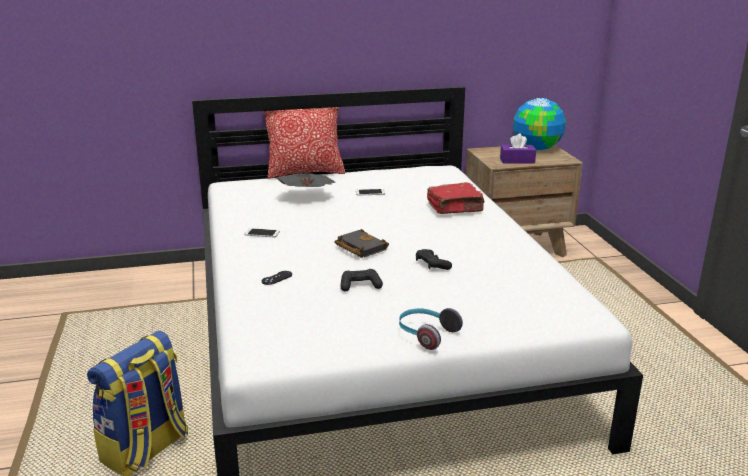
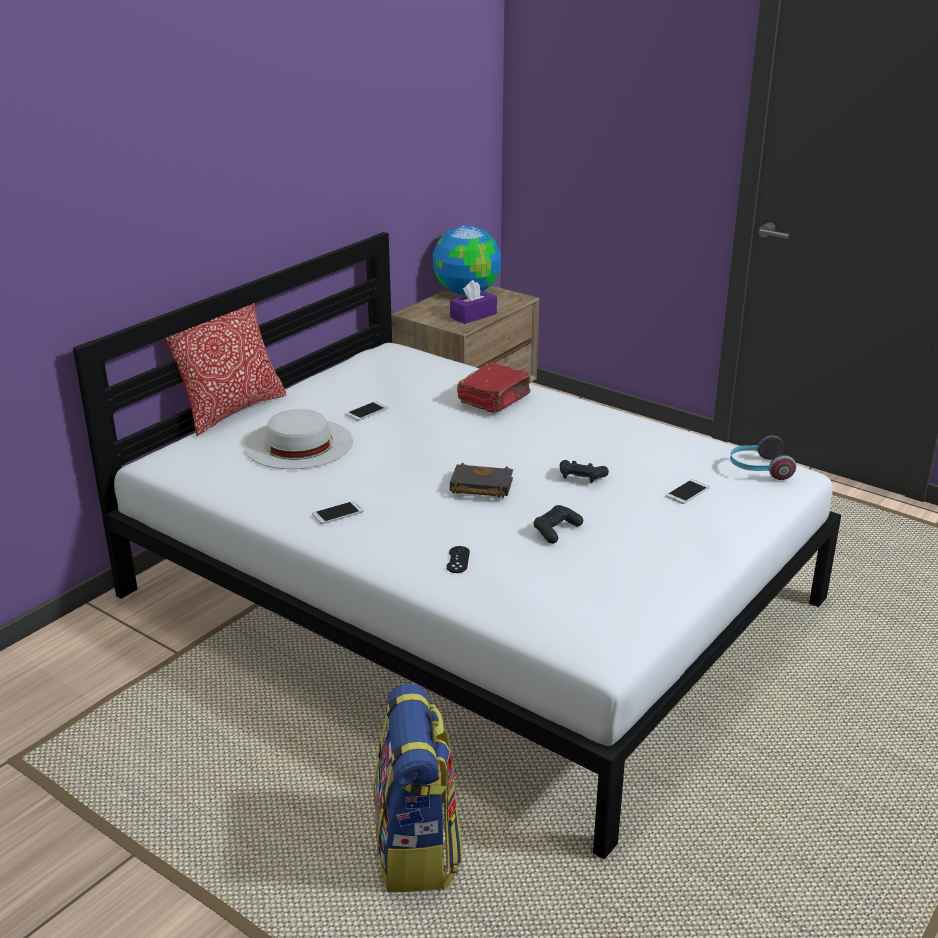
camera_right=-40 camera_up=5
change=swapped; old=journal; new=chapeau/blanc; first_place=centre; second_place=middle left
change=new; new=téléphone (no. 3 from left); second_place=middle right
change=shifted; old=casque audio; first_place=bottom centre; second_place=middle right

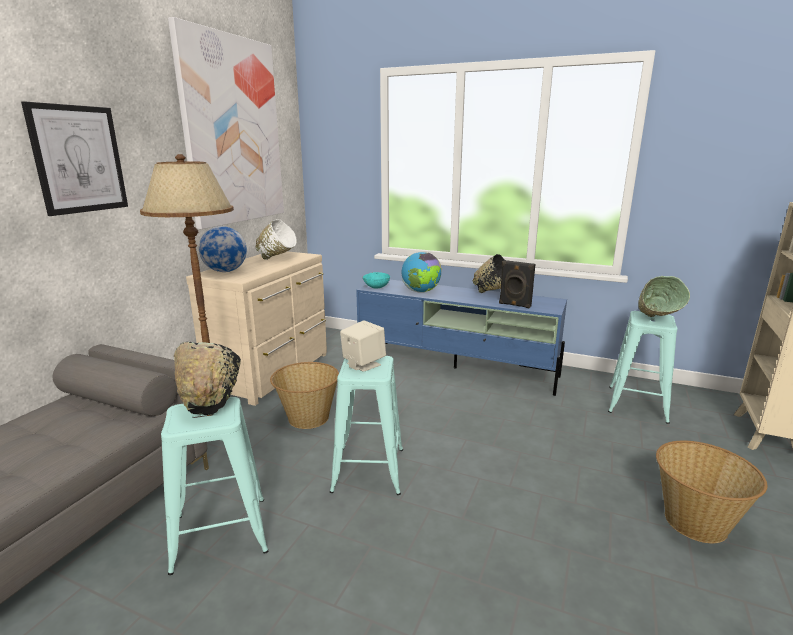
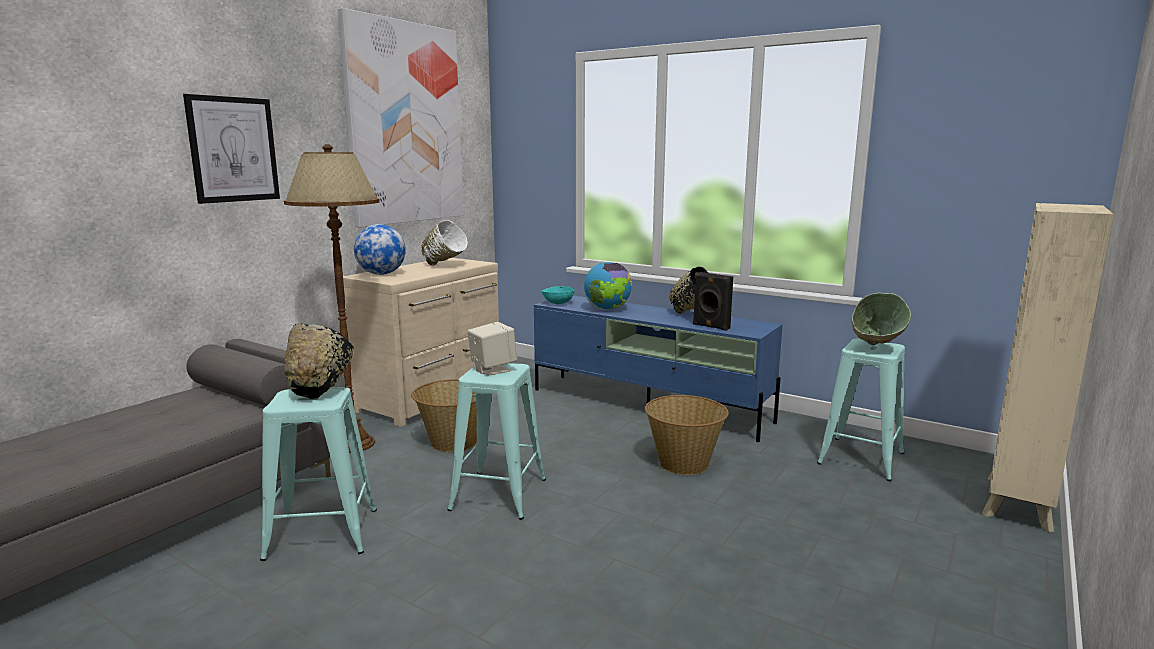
camera_right=10 camera_up=-5
change=shifted; old=panier (no. 2 from left); first_place=bottom right; second_place=bottom centre

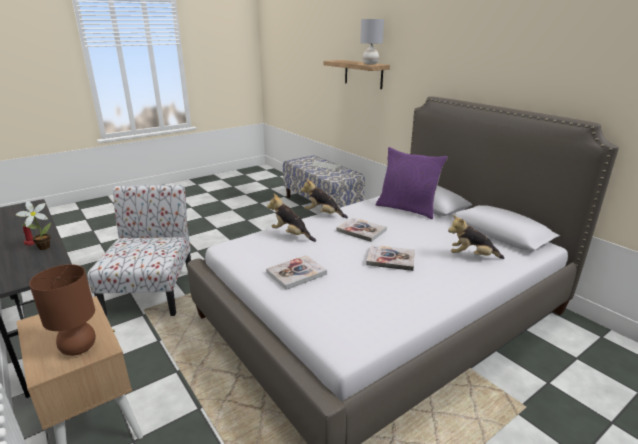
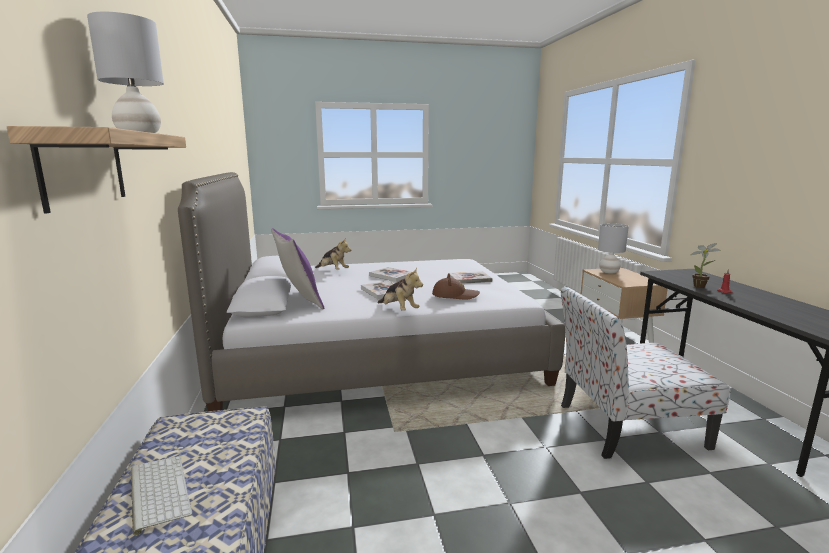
camera_right=-155 camera_up=-10
change=swapped; old=peluche (no. 1 from left); new=chapeau/marron; first_place=centre; second_place=centre
change=rotated; old=chaise; first_place=middle left; second_place=bottom right; degrees=60
change=repainted; old=lampe de table/marron; new=lampe de table/gris (no. 2 from left); first_place=bottom left; second_place=middle right

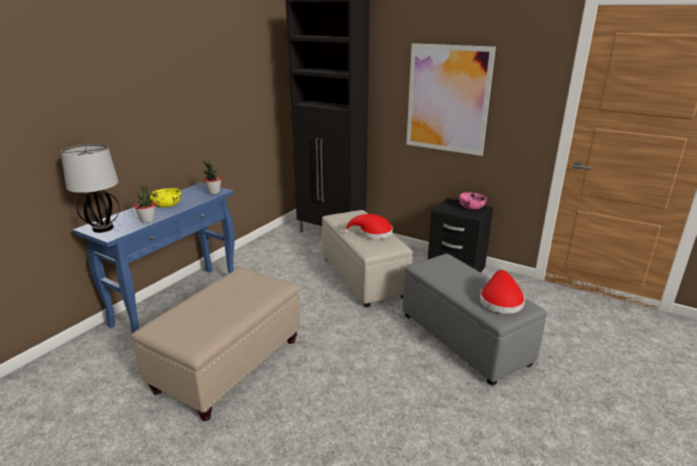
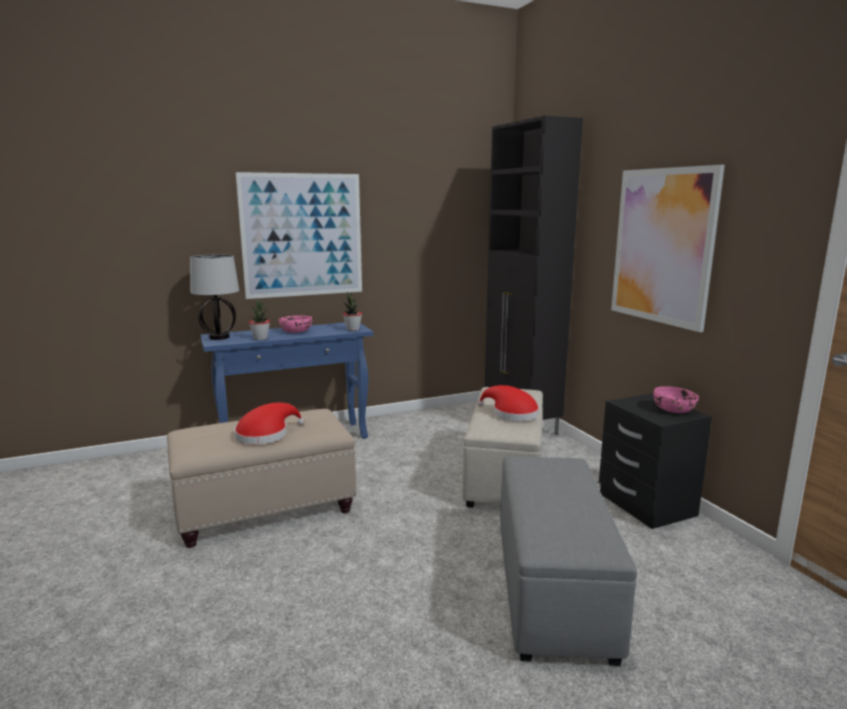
camera_right=35 camera_up=-10
change=shifted; old=chapeau/rouge (no. 2 from left in the first image); new=chapeau/rouge (no. 1 from left); first_place=middle right; second_place=middle left
change=new; new=tableau (no. 1 from left); second_place=top centre
change=repainted; old=bol/jaune; new=bol/rose (no. 1 from left); first_place=middle left; second_place=centre

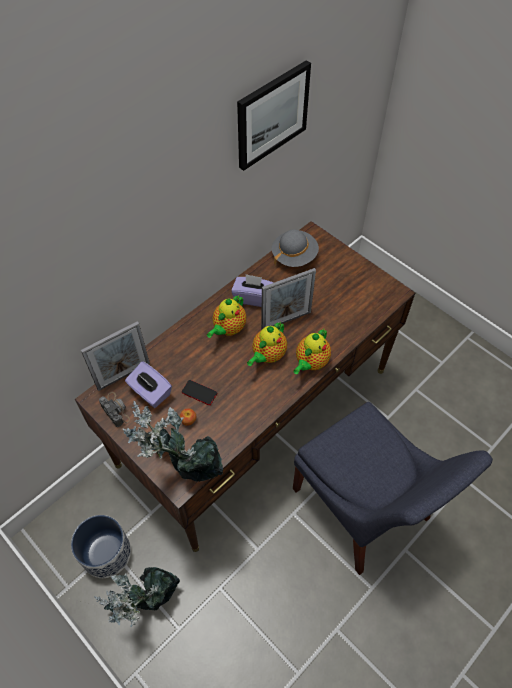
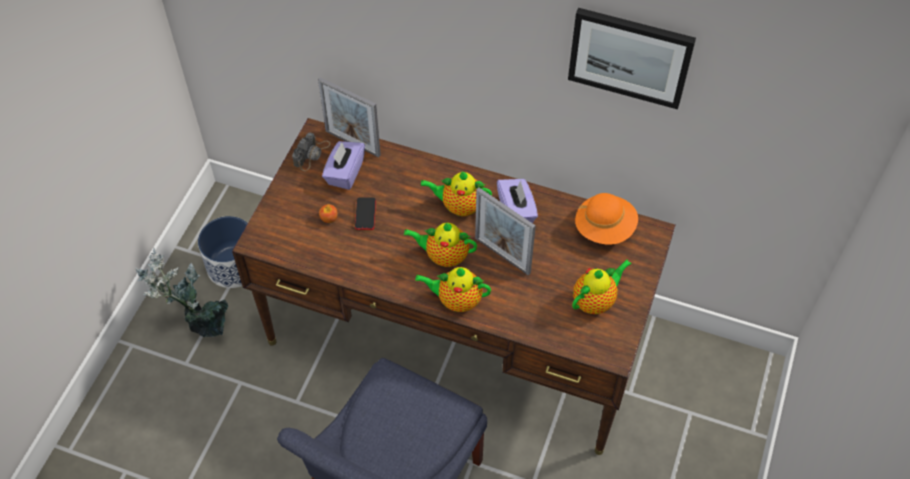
camera_right=65 camera_up=0
change=new; new=théière (no. 4 from left); second_place=centre
change=repainted; old=chapeau/gris; new=chapeau/orange; first_place=centre; second_place=centre
change=gone; old=plante en pot (no. 2 from left); first_place=centre

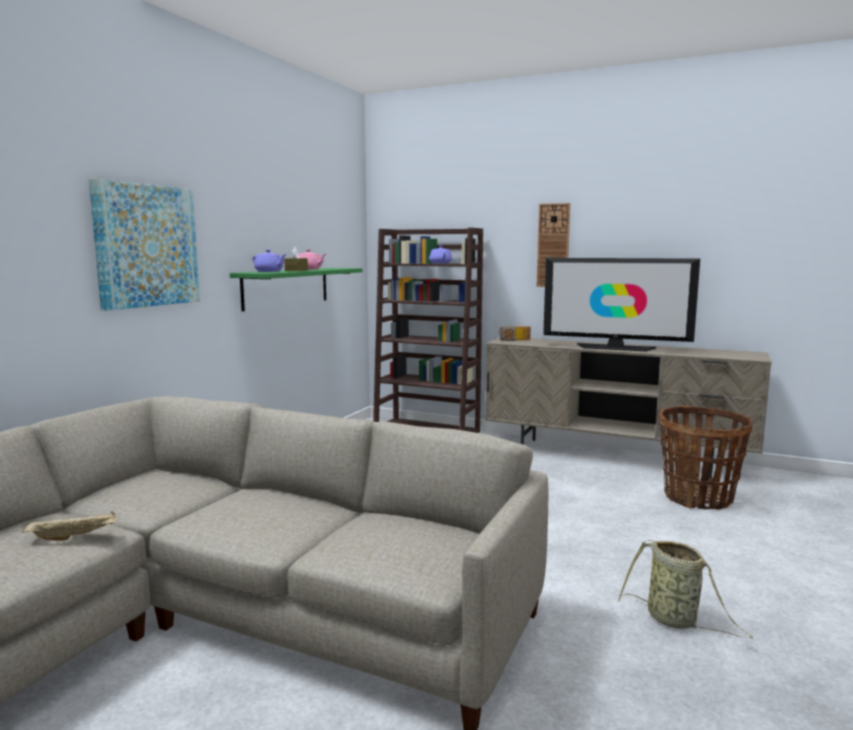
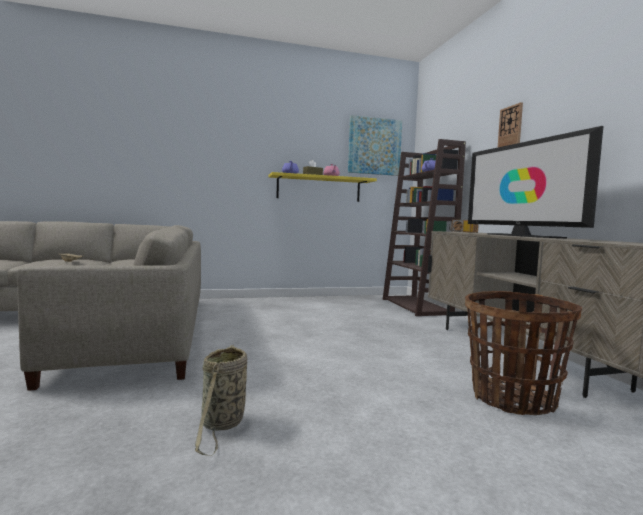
camera_right=50 camera_up=-5
change=repainted; old=étagère/vert; new=étagère/jaune; first_place=centre; second_place=centre
change=shifted; old=tableau; first_place=middle left; second_place=top centre

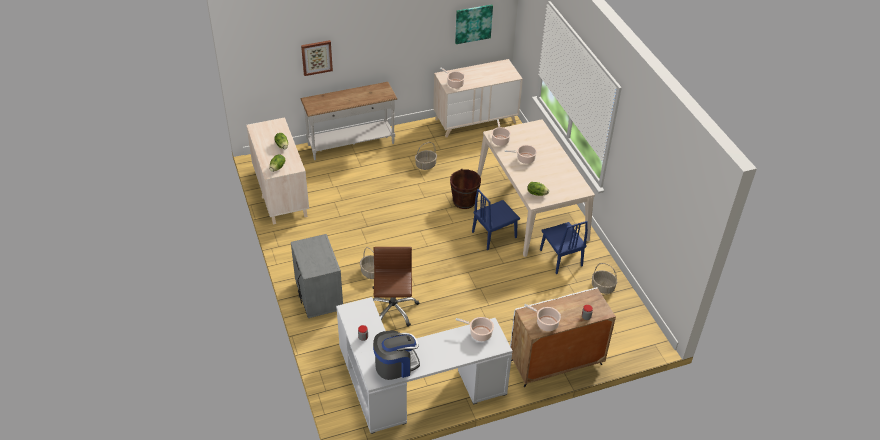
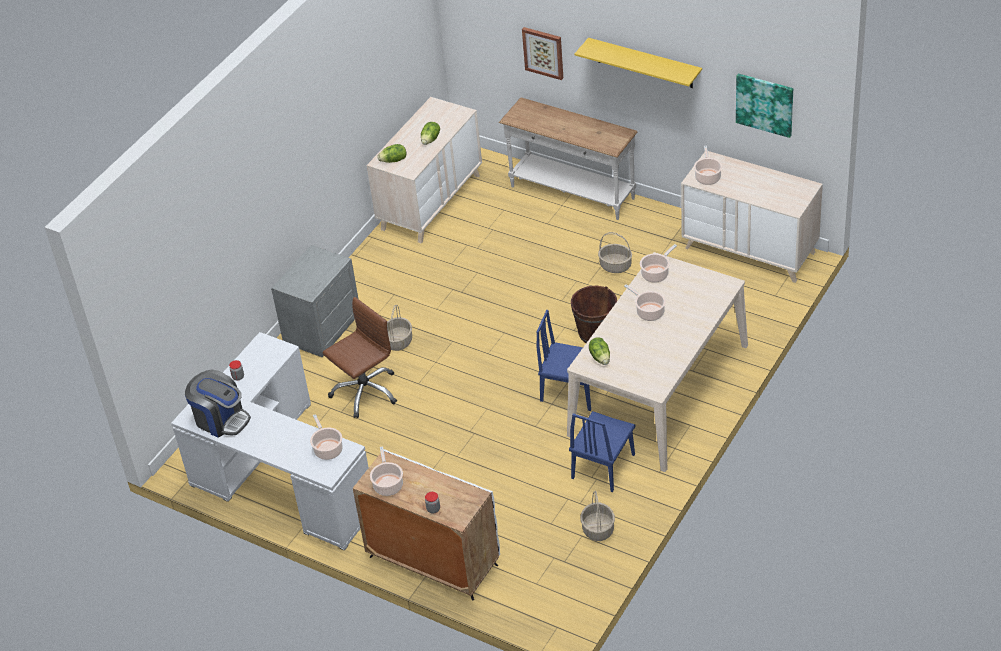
camera_right=55 camera_up=0
change=new; new=étagère/jaune; second_place=top centre

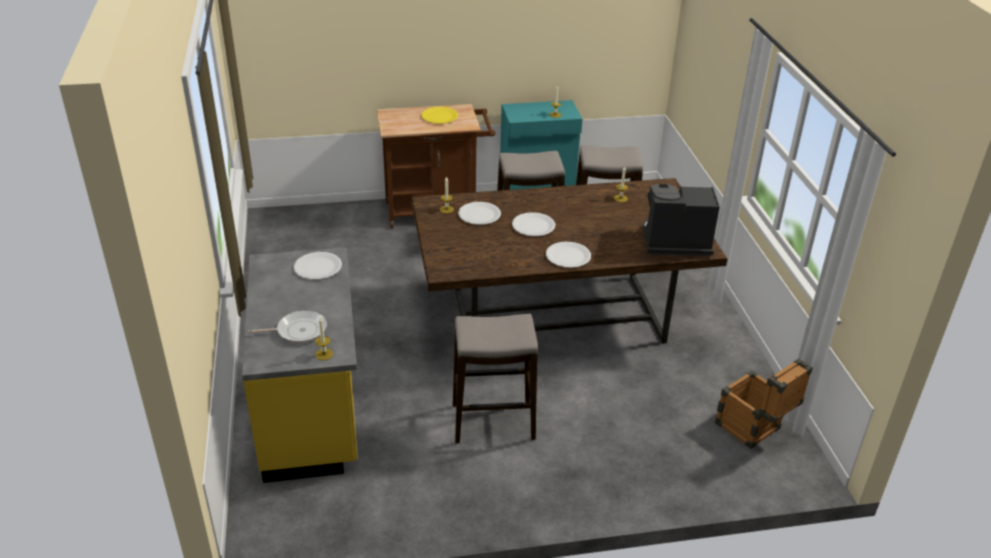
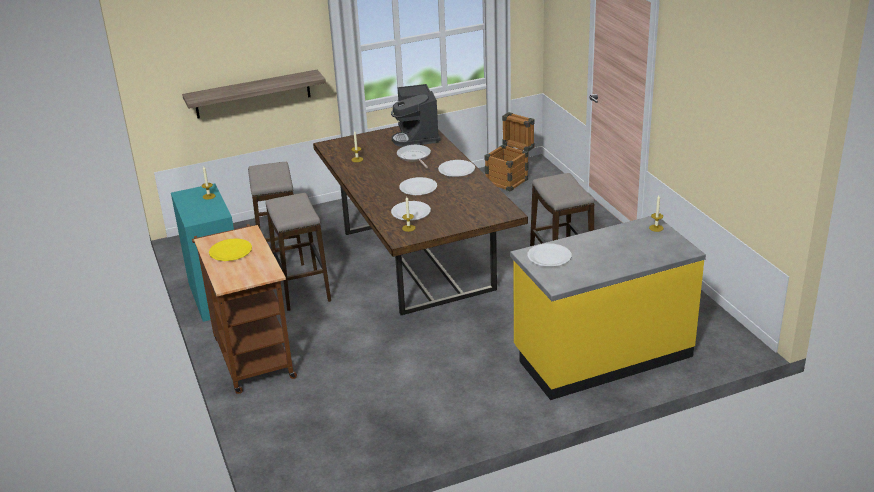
camera_right=-100 camera_up=-5
change=new; new=étagère; second_place=top left
change=shifted; old=poêle; first_place=middle left; second_place=top centre

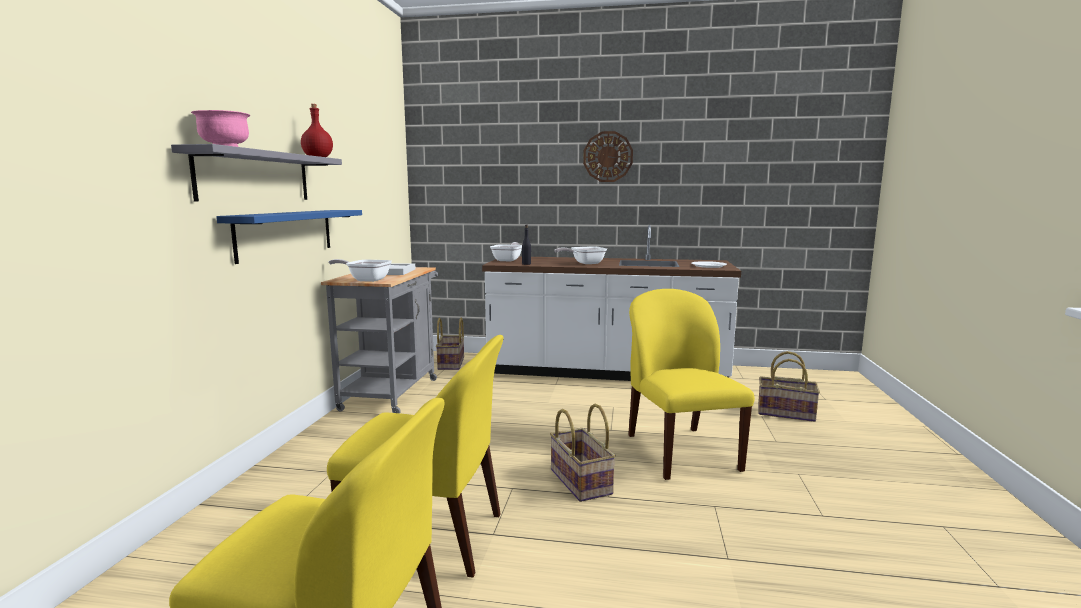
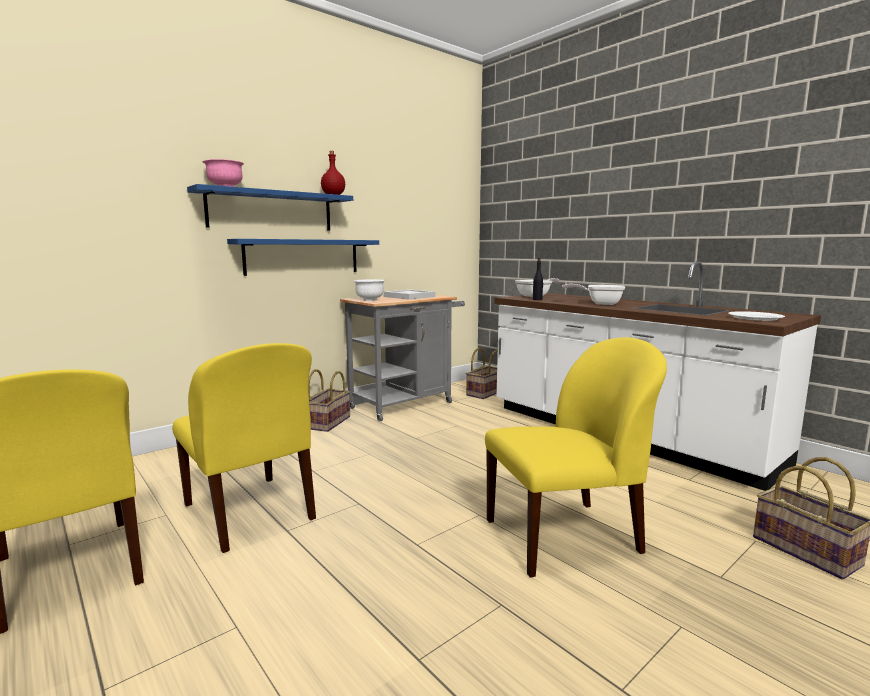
camera_right=40 camera_up=0
change=repainted; old=étagère/gris; new=étagère/bleu (no. 1 from left); first_place=top left; second_place=top left
change=shifted; old=panier (no. 2 from left in the first image); new=panier (no. 1 from left); first_place=bottom centre; second_place=centre
change=swapped; old=poêle (no. 1 from left); new=bol/blanc; first_place=middle left; second_place=centre
change=rotated; old=chaise/jaune (no. 3 from left); first_place=centre; second_place=centre; degrees=45
change=gone; old=horloge murale; first_place=top centre

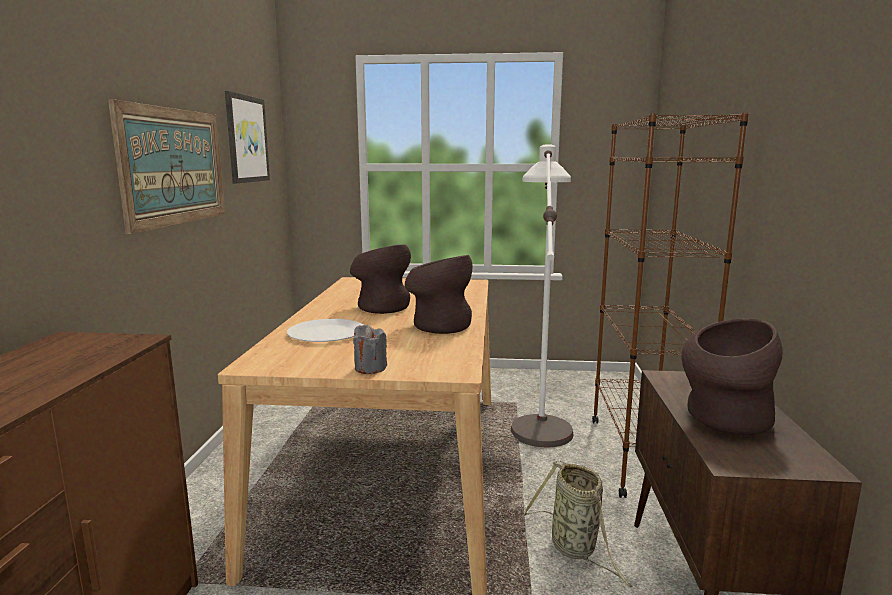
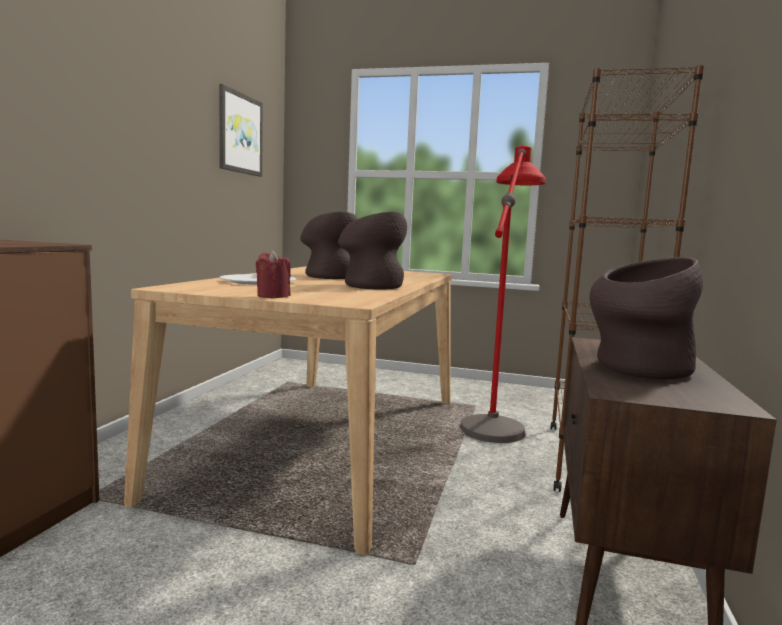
camera_right=10 camera_up=-5
change=repainted; old=bougie/gris; new=bougie/rouge; first_place=centre; second_place=centre
change=repainted; old=lampadaire/blanc; new=lampadaire/rouge; first_place=centre; second_place=centre
change=gone; old=tableau (no. 1 from left); first_place=top left
change=gone; old=panier; first_place=bottom centre

